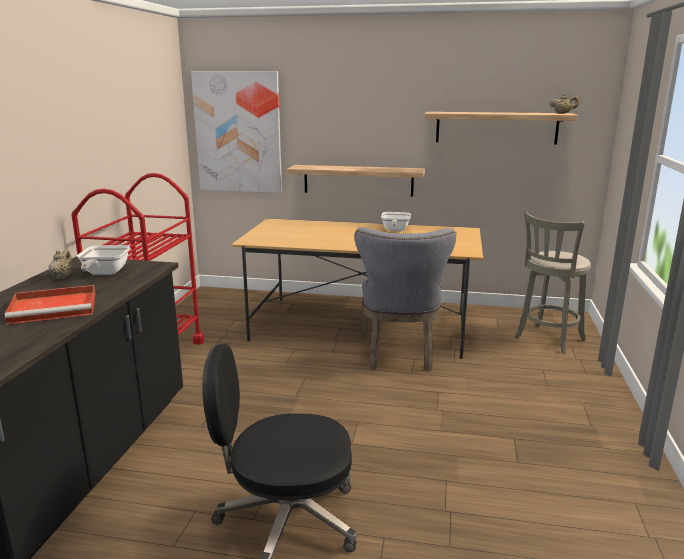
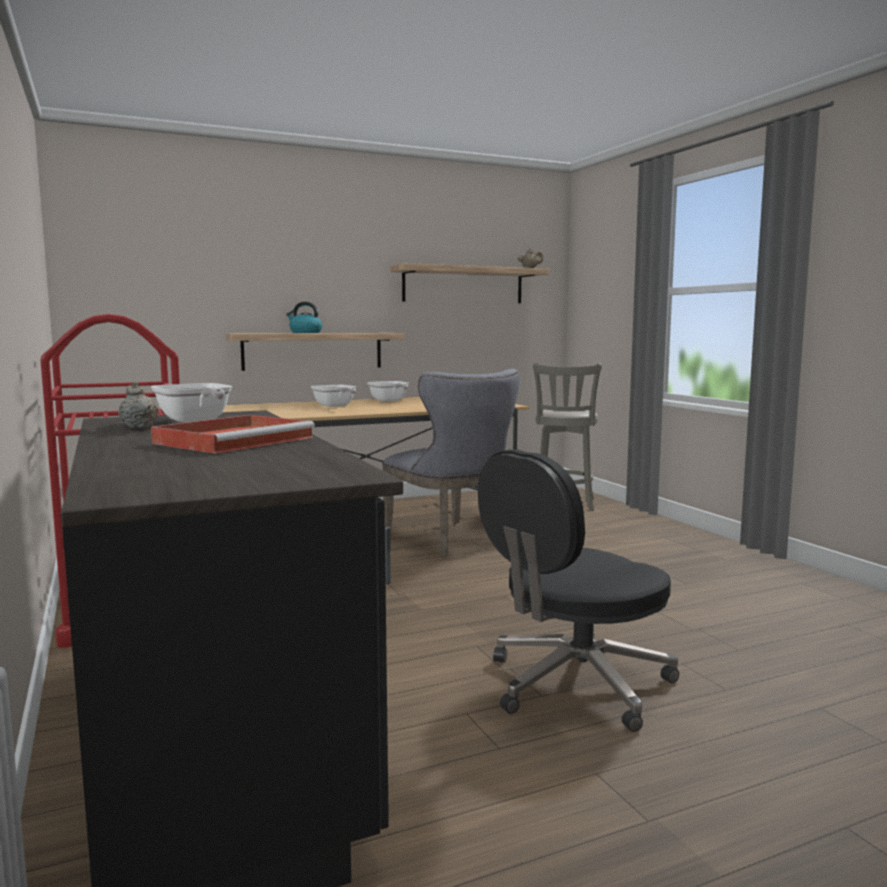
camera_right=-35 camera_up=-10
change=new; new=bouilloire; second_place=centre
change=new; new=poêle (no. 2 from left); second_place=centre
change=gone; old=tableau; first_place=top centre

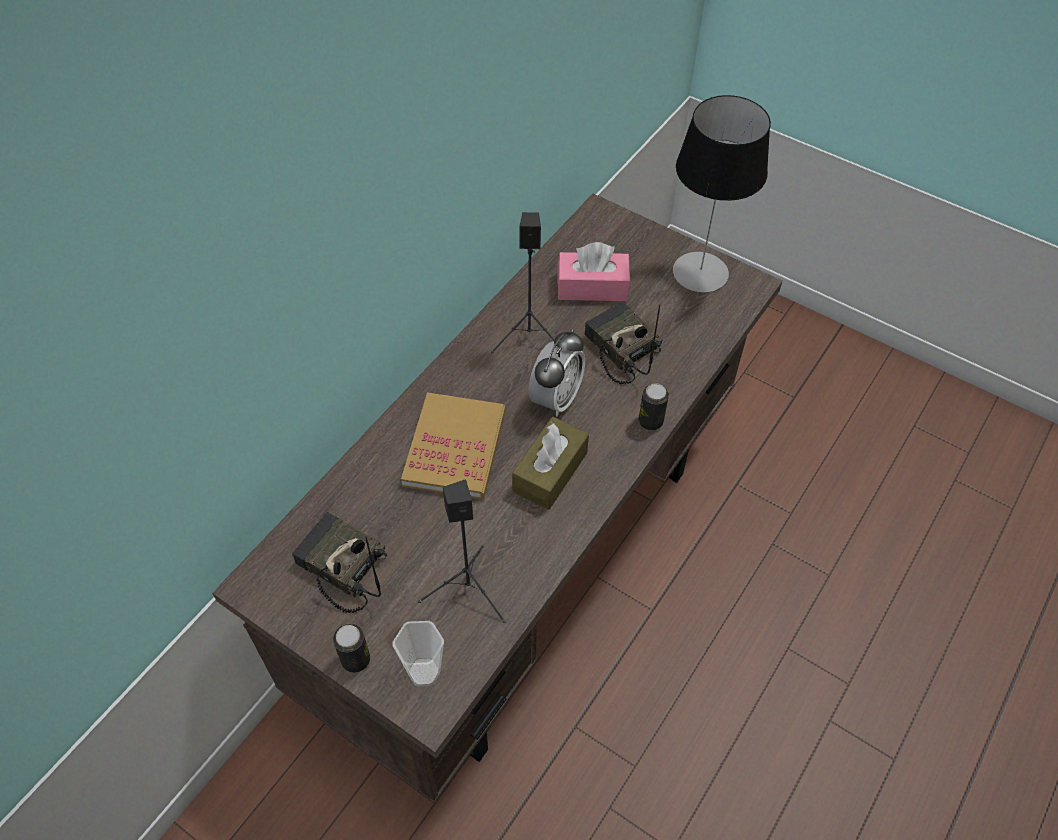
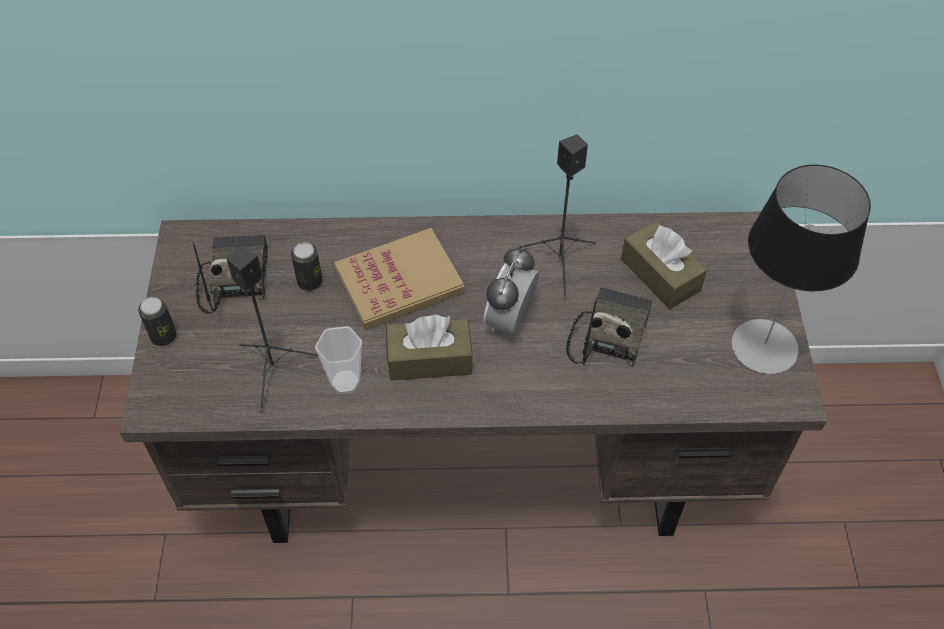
camera_right=55 camera_up=0
change=shifted; old=boîte métallique (no. 2 from left); first_place=centre; second_place=middle left
change=shifted; old=tasse; first_place=bottom centre; second_place=centre
change=rotated; old=réveil; first_place=centre; second_place=centre; degrees=120
change=repainted; old=boîte à mouchoirs/rose; new=boîte à mouchoirs/marron (no. 2 from left); first_place=top centre; second_place=middle right

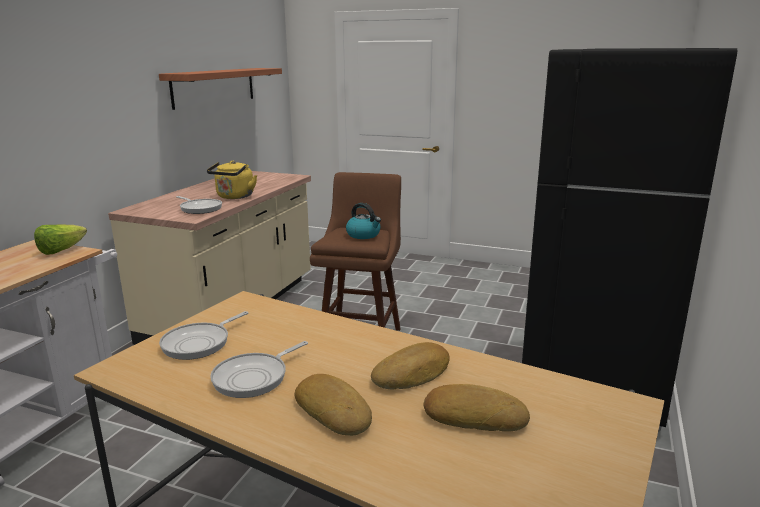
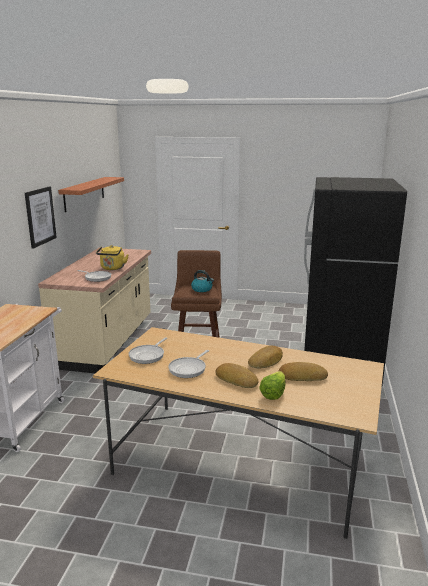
camera_right=-10 camera_up=0
change=new; new=tableau; second_place=middle left
change=shifted; old=laitue; first_place=middle left; second_place=centre

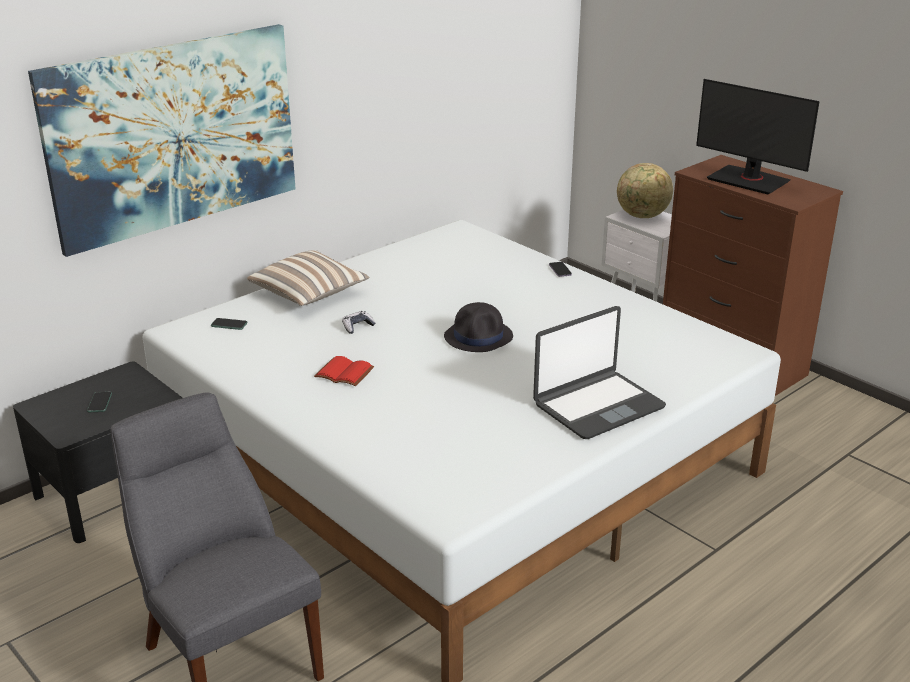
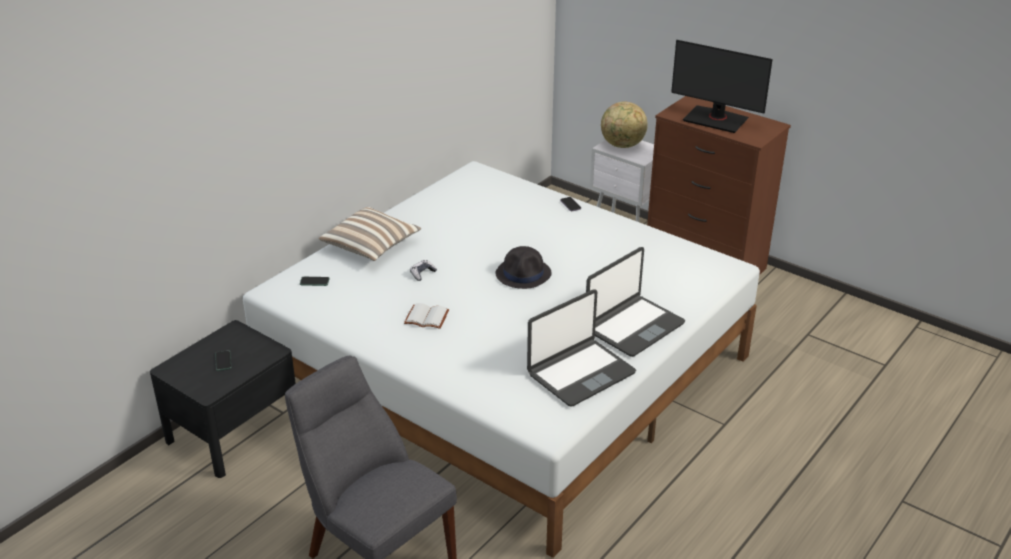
camera_right=-10 camera_up=5
change=repainted; old=livre/rouge; new=livre/blanc; first_place=centre; second_place=centre
change=new; new=ordinateur portable (no. 1 from left); second_place=centre
change=gone; old=tableau; first_place=top left

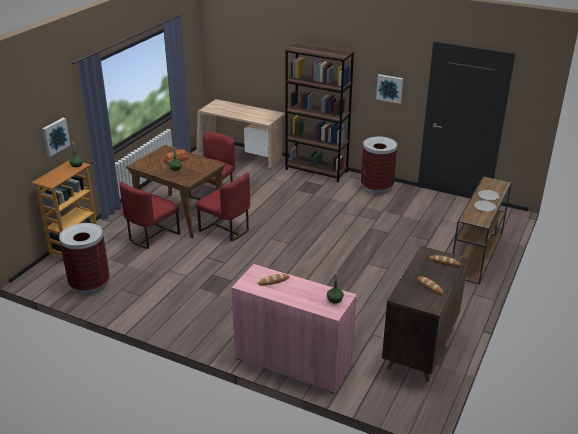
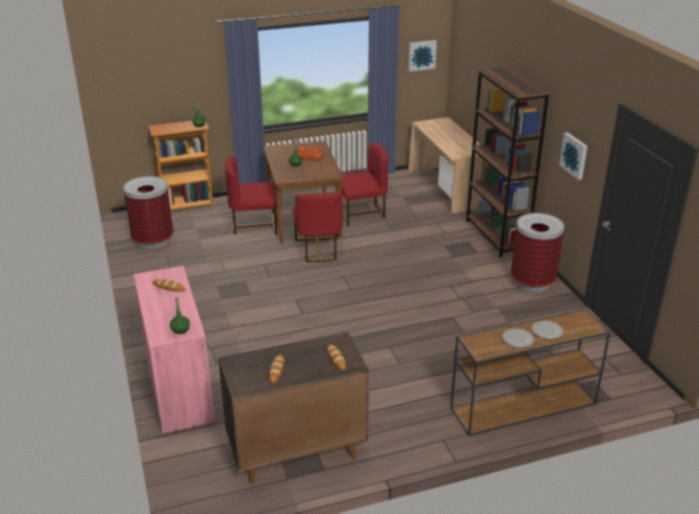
camera_right=45 camera_up=0
change=shifted; old=tableau (no. 1 from left); first_place=top left; second_place=top centre

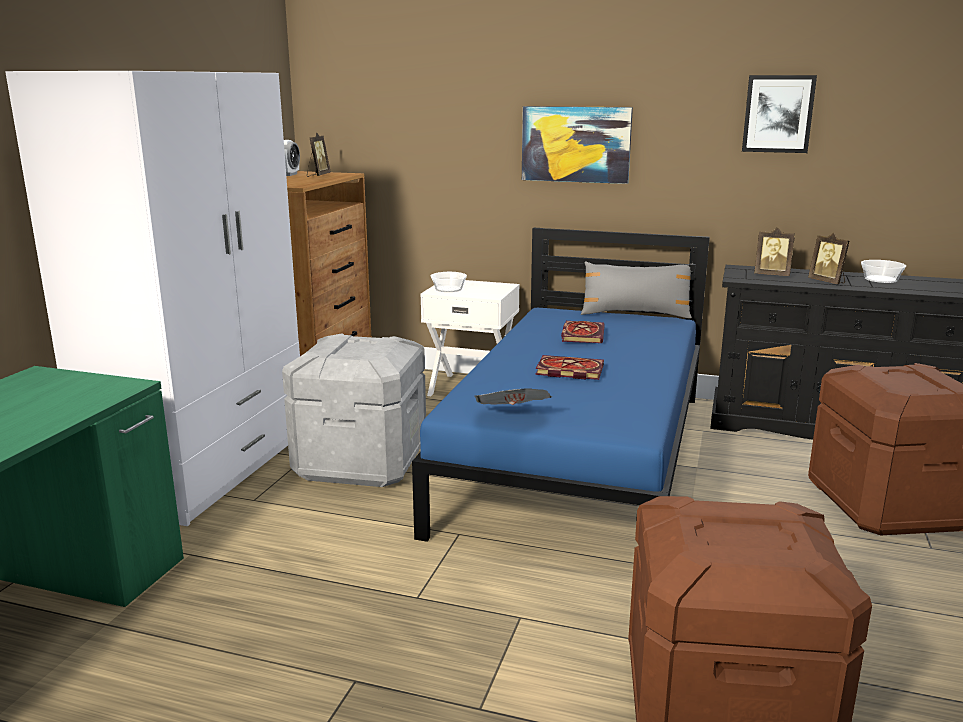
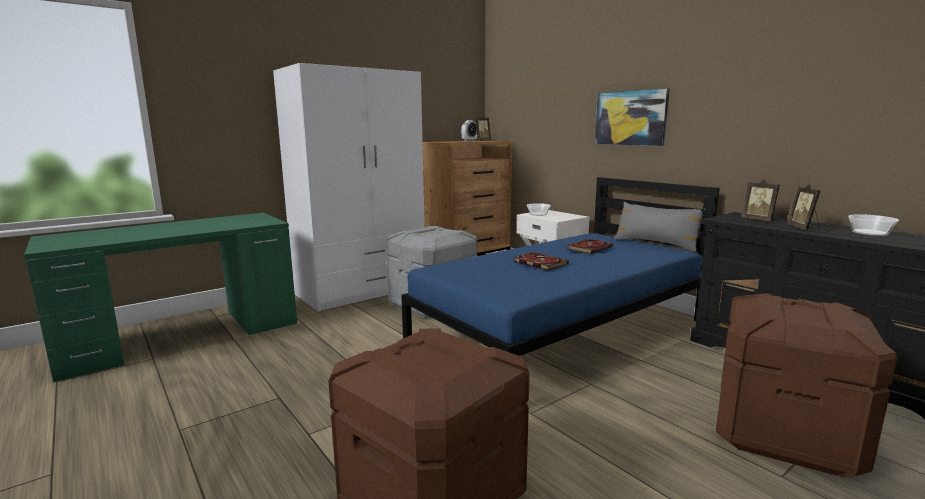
camera_right=35 camera_up=-5
change=gone; old=journal; first_place=centre
change=gone; old=tableau (no. 2 from left); first_place=top right

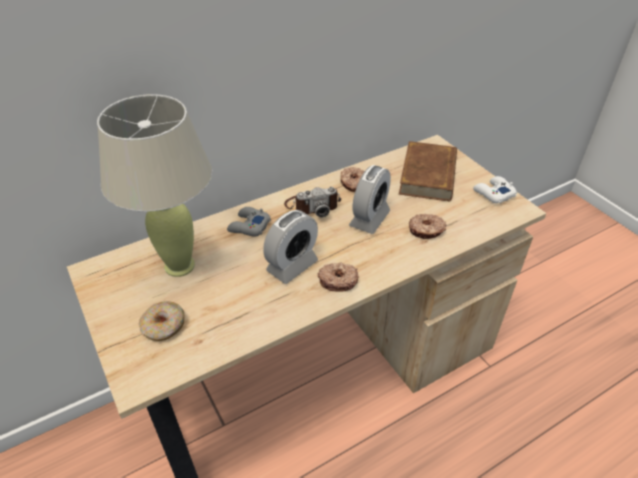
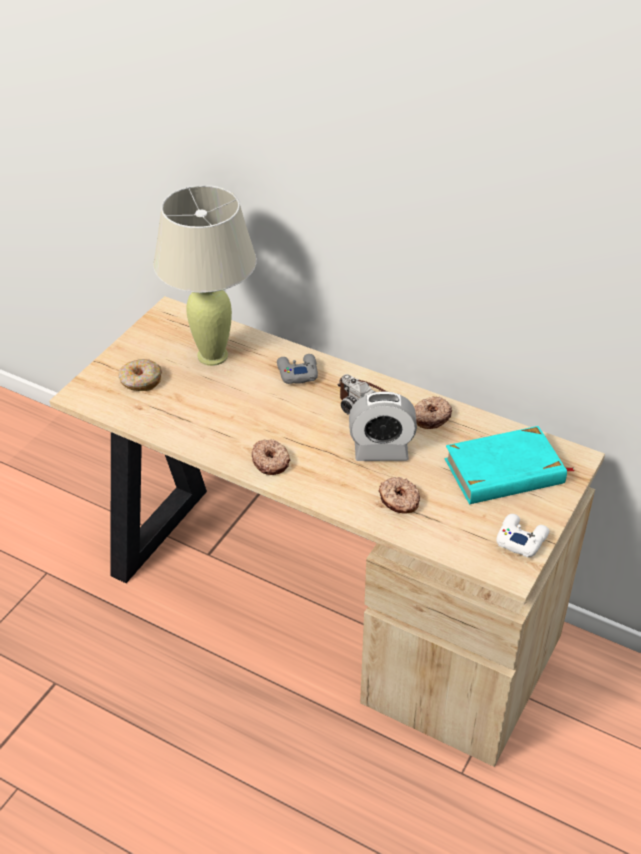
camera_right=60 camera_up=0
change=repainted; old=livre/marron; new=livre/turquoise; first_place=middle right; second_place=middle right
change=gone; old=réveil (no. 1 from left); first_place=centre

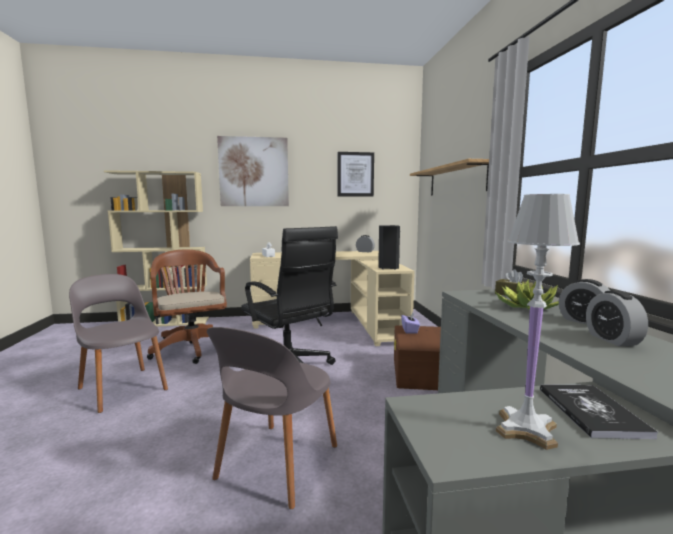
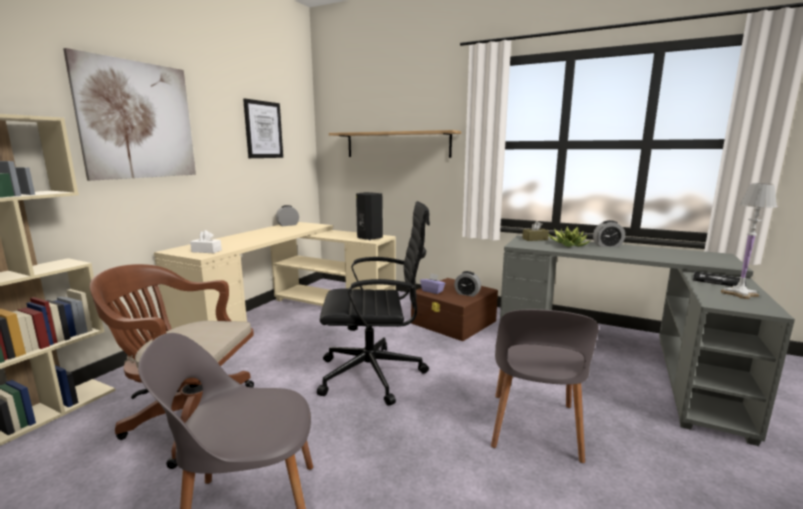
camera_right=-55 camera_up=5
change=shifted; old=réveil (no. 3 from left in the first image); new=réveil (no. 2 from left); first_place=middle right; second_place=centre
change=rotated; old=chaise/gris (no. 2 from left); first_place=bottom centre; second_place=bottom right; degrees=45

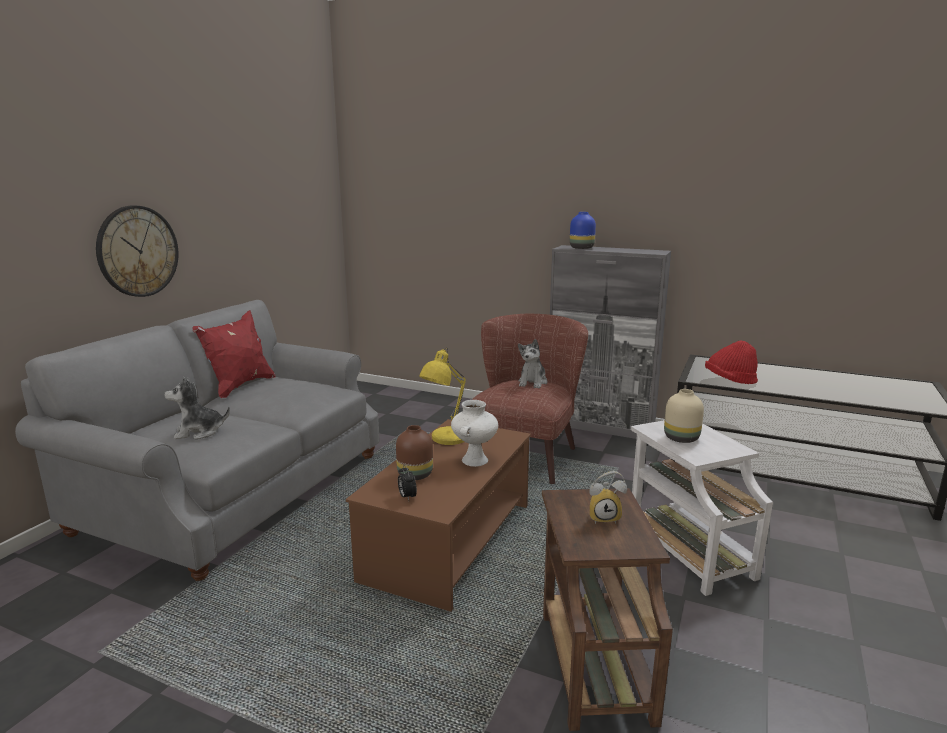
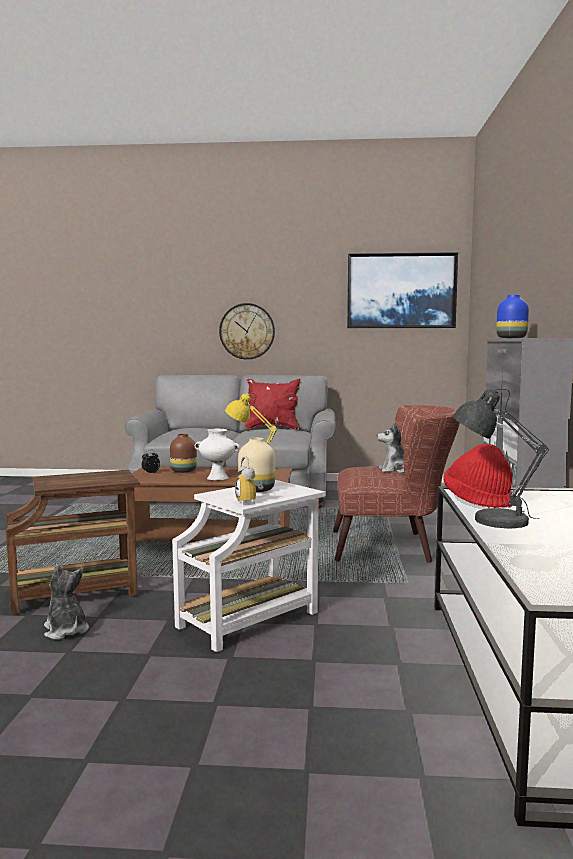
camera_right=70 camera_up=-10
change=shifted; old=peluche (no. 1 from left); first_place=middle left; second_place=bottom left
change=shifted; old=réveil (no. 2 from left); first_place=bottom centre; second_place=centre
change=new; new=tableau; second_place=middle right
change=new; new=lampe de table/gris; second_place=middle right

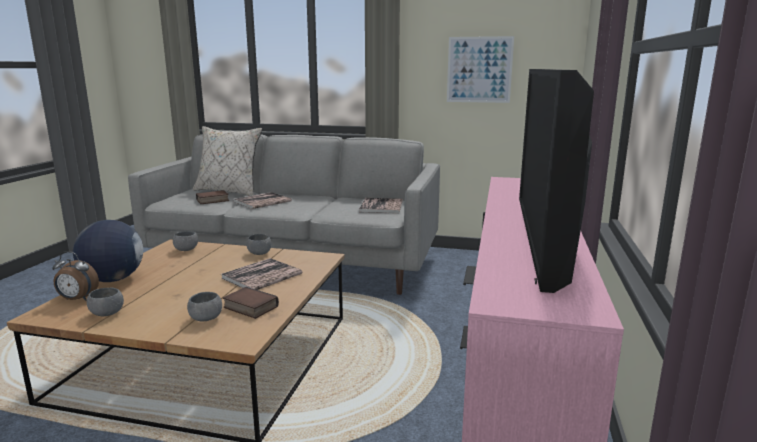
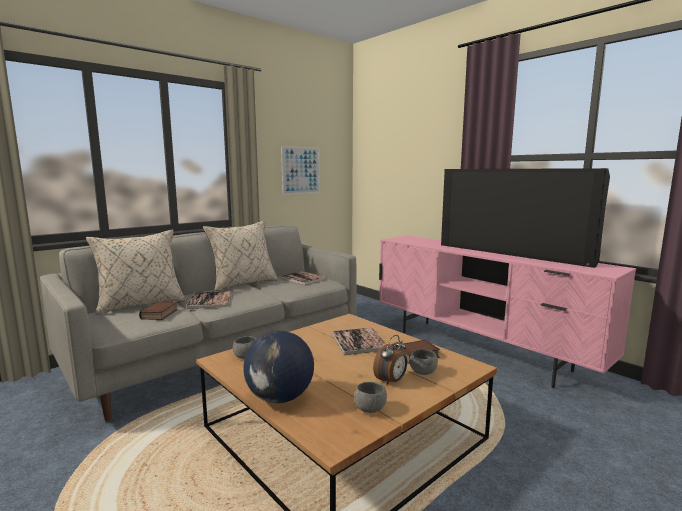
camera_right=-55 camera_up=-5
change=new; new=coussin/beige (no. 2 from left); second_place=centre
change=shifted; old=réveil; first_place=middle left; second_place=bottom centre
change=gone; old=bol/gris (no. 4 from left); first_place=centre

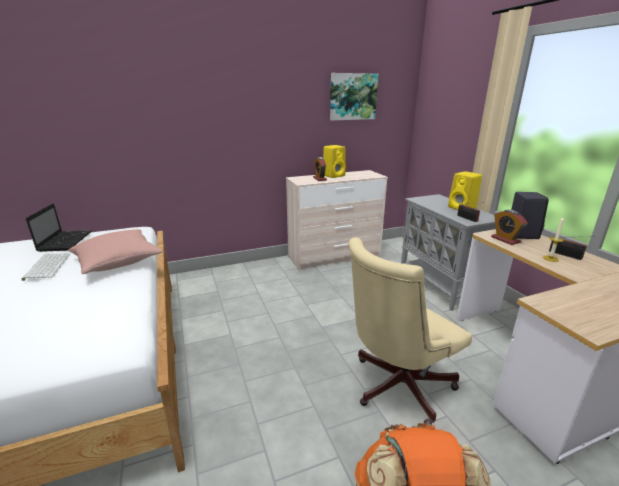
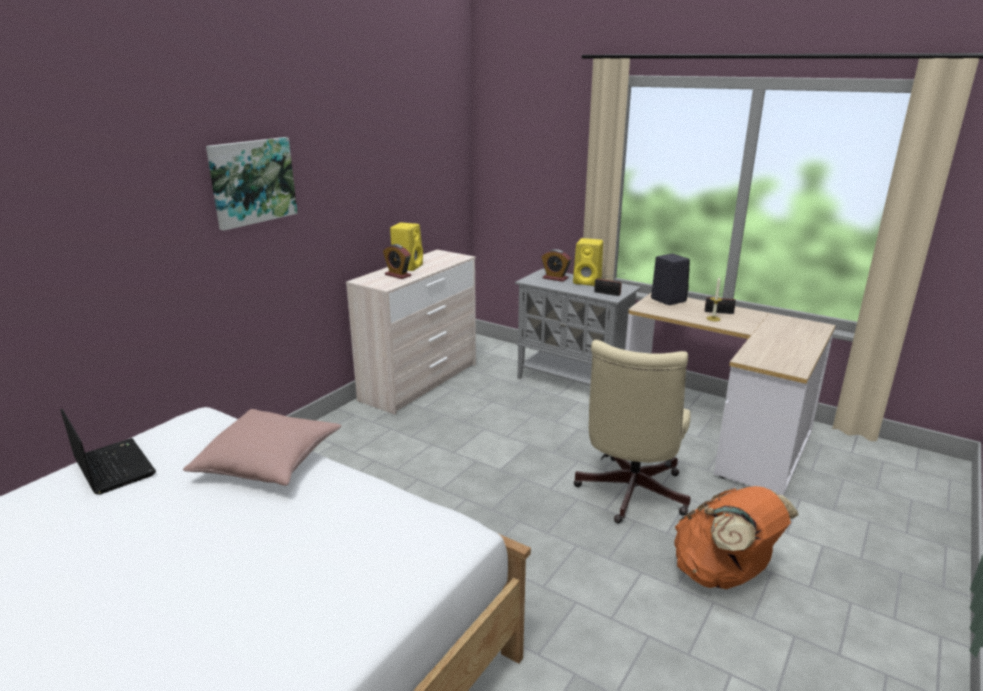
camera_right=-35 camera_up=0
change=shifted; old=tableau; first_place=top centre; second_place=top left
change=shifted; old=réveil (no. 2 from left); first_place=middle right; second_place=centre
change=gone; old=clavier; first_place=middle left

